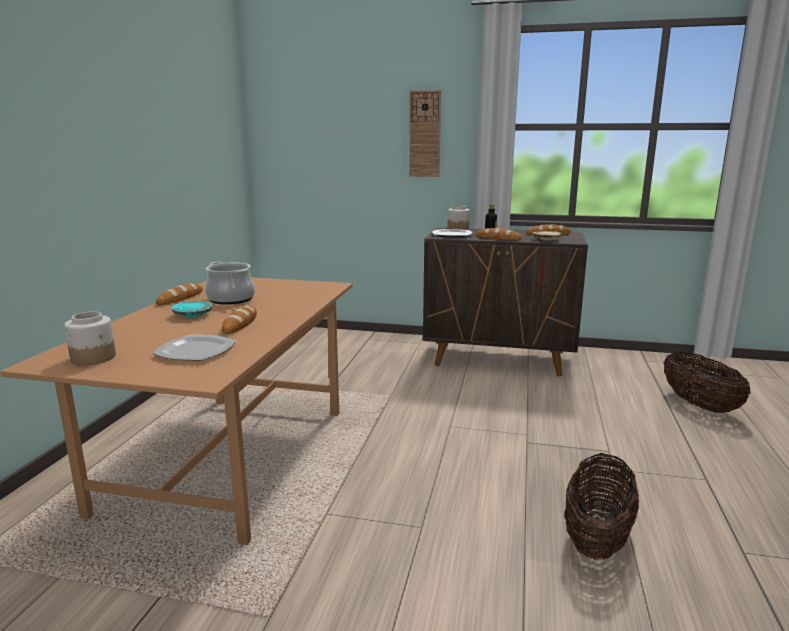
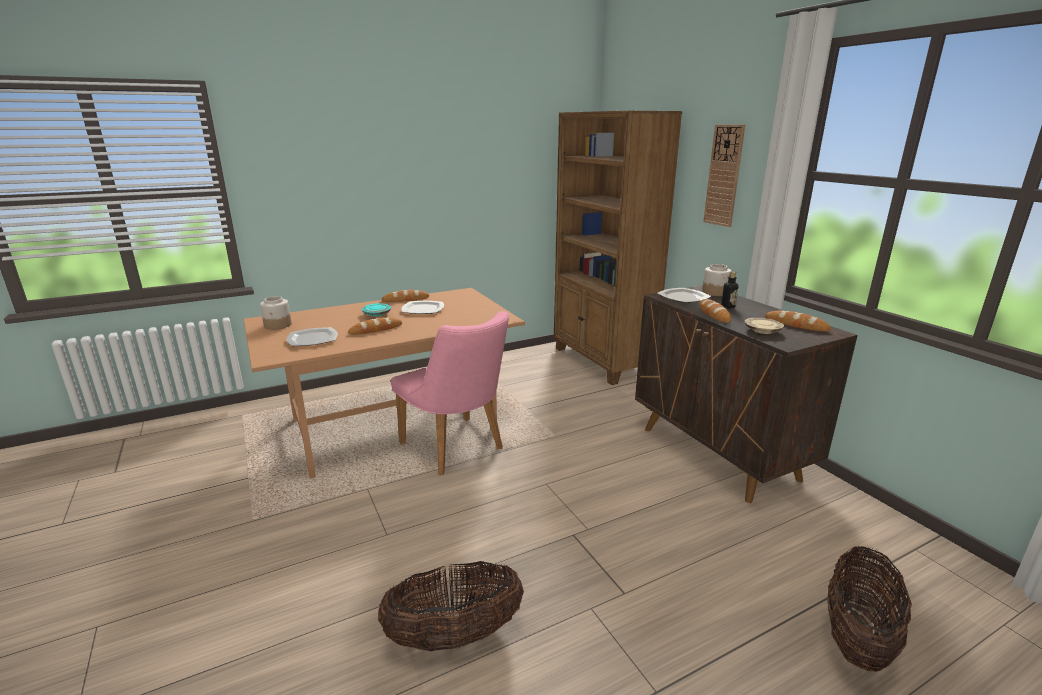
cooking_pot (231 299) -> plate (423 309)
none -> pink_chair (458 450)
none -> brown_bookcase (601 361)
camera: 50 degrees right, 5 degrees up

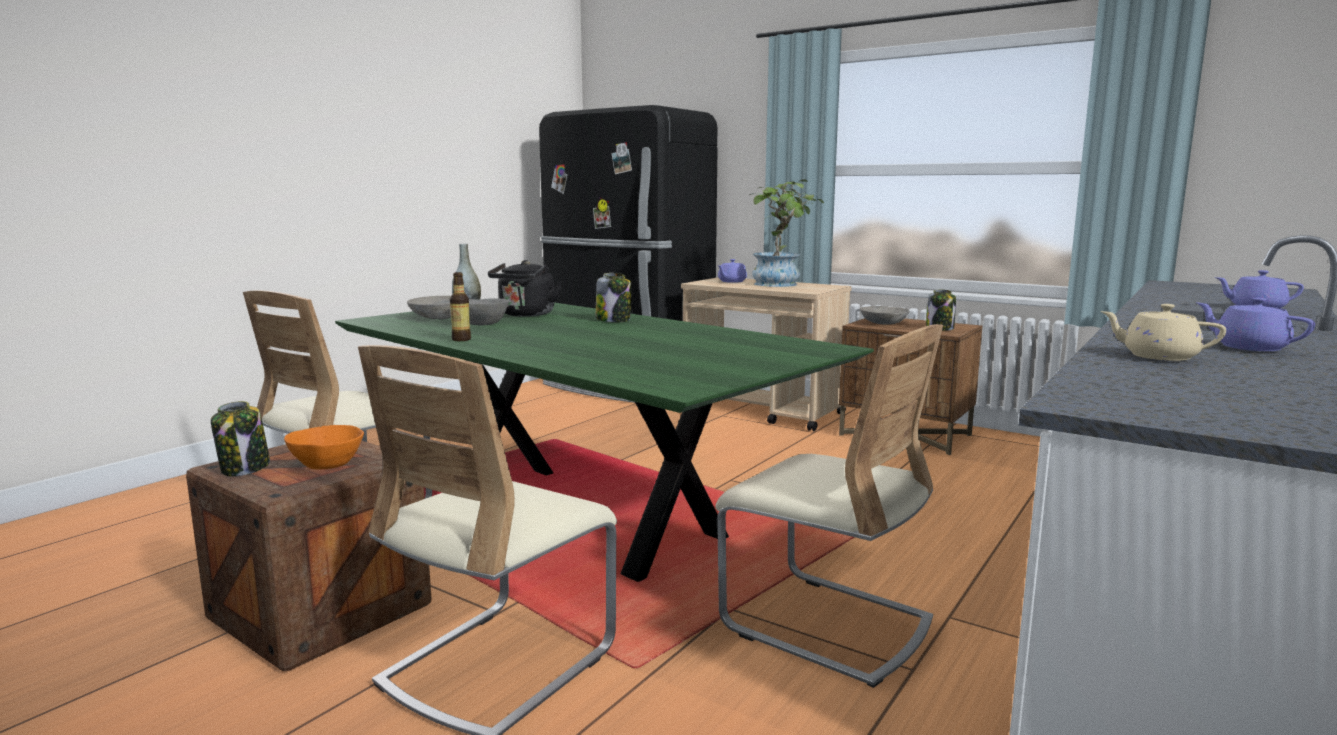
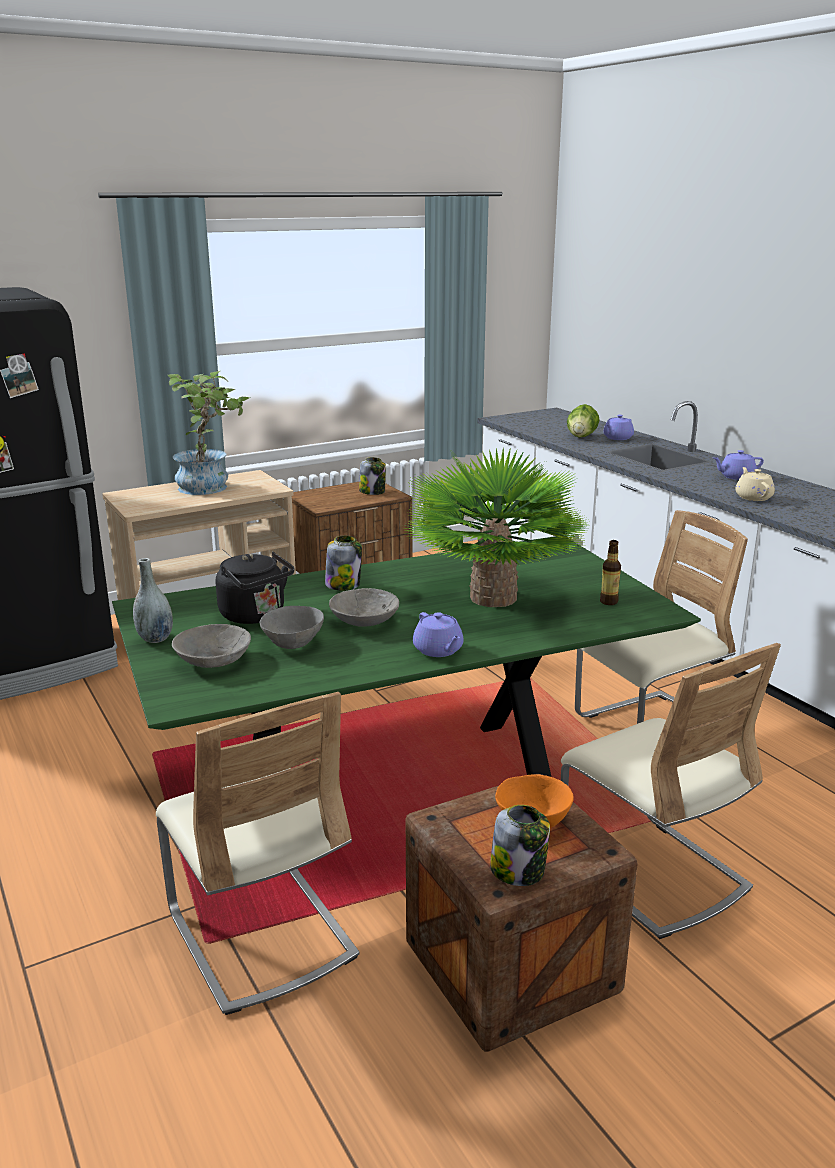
bottle (461 339) -> bottle (608 602), shifted
purple_teapot (731 281) -> purple_teapot (438 650), shifted
grey_bowl (883 323) -> grey_bowl (364 621), shifted
beige_teapot (1157 356) -> beige_teapot (753 497), 120 degrees clockwise
none -> potted_plant (493 598)
none -> lettuce (581 436)
camera: 65 degrees left, 10 degrees up

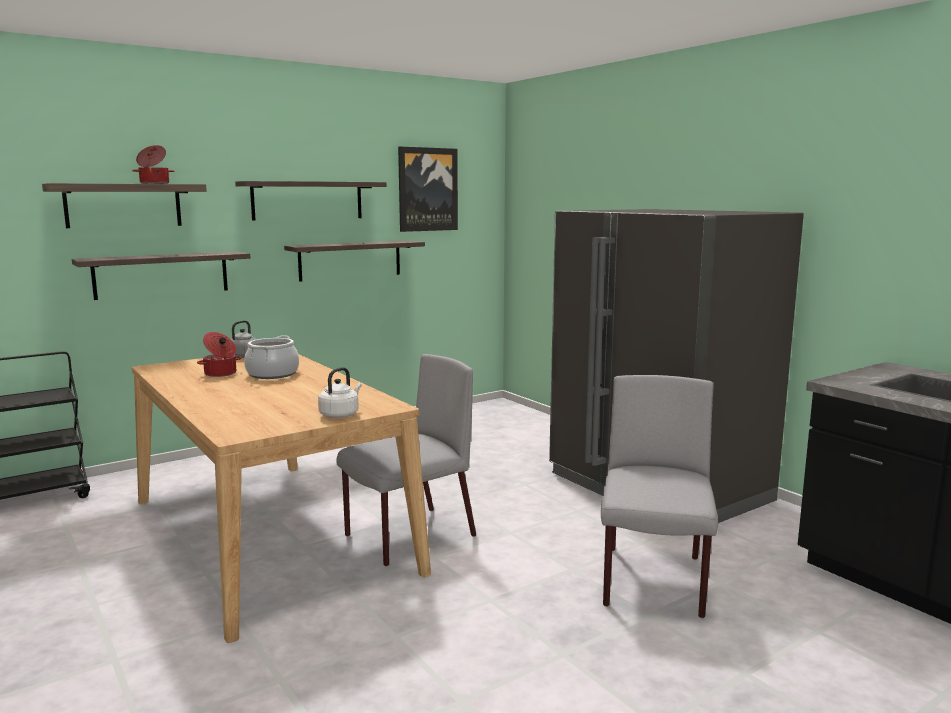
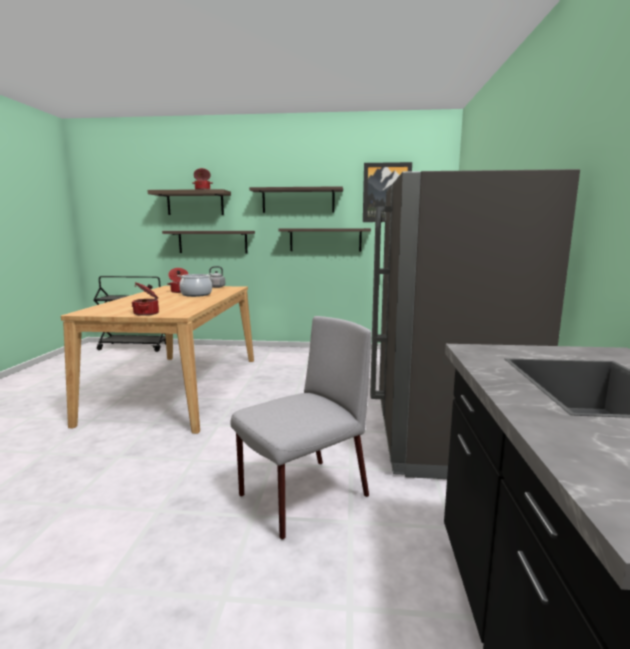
white_kettle (340 415) -> cooking_pot (147 313)
grey_chair (408 536) -> none
camera: 40 degrees right, 0 degrees up

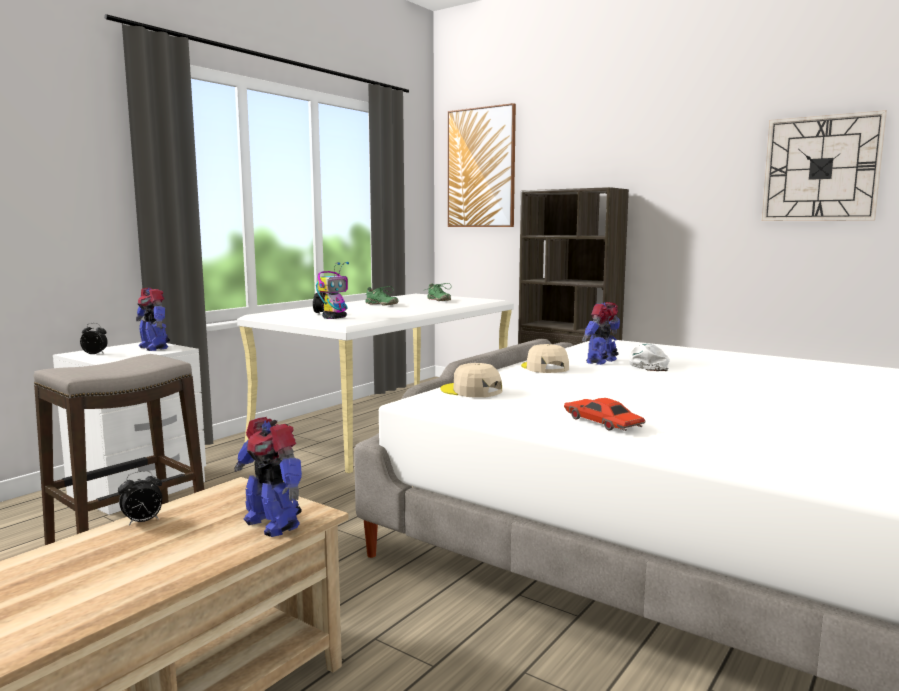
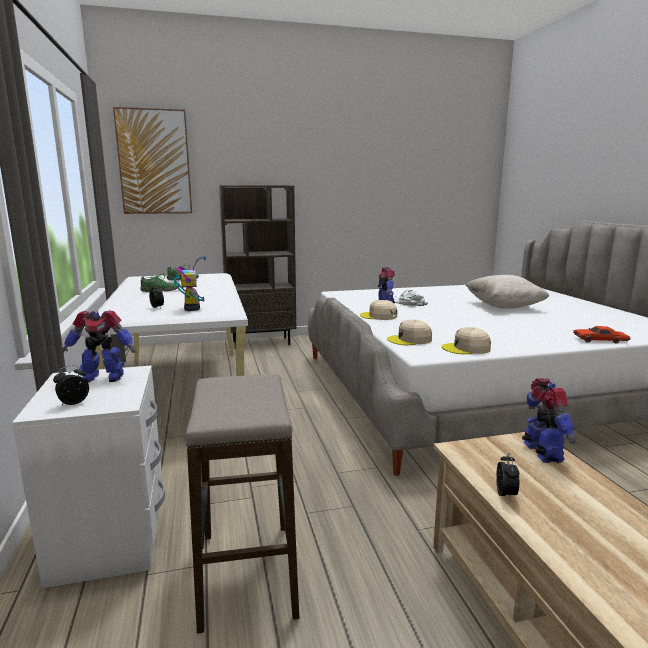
toy_robot (272 523) -> toy_robot (542 453), 90 degrees counterclockwise
red_toy_car (603 423) -> red_toy_car (600 340), shifted
wall_clock (821 169) -> none
none -> beige_cap (466 348)
none -> beige_pillow (504 306)
camera: 50 degrees left, 5 degrees up

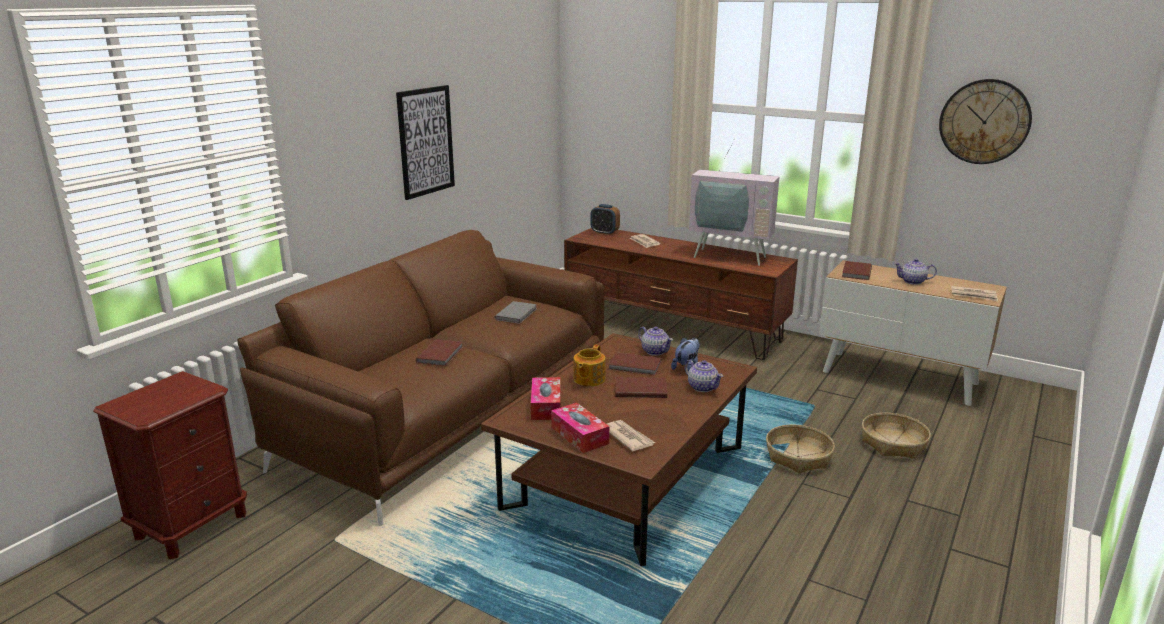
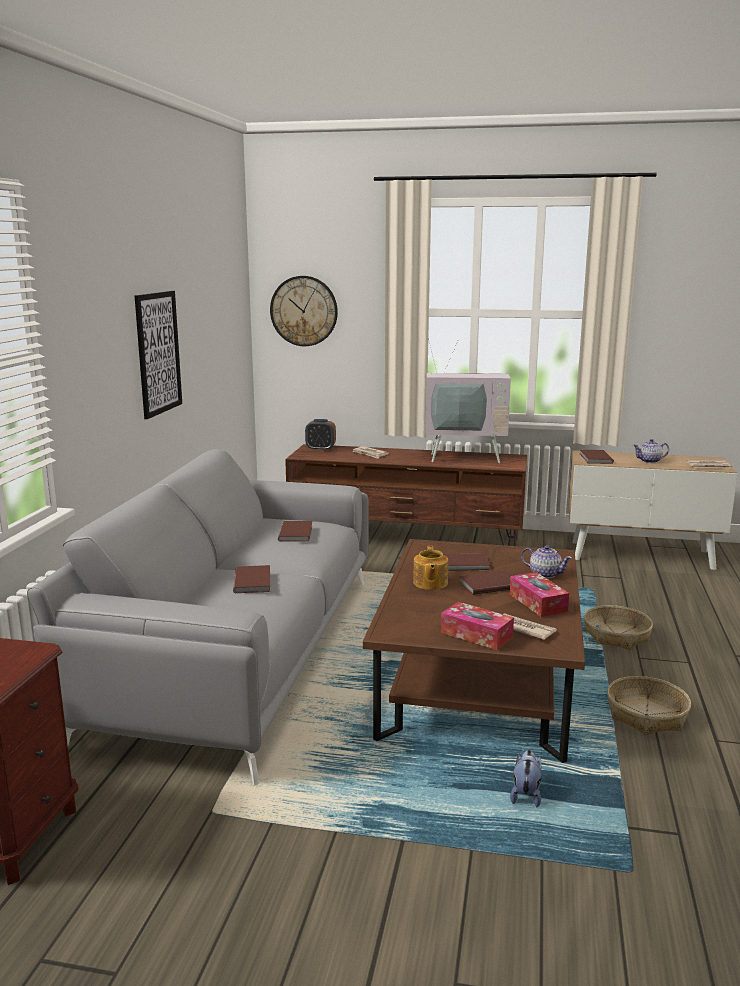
brown_sofa (448 411) -> grey_sofa (237 653)
grey_book (517 314) -> brown_book (297 533)
tissue_box (546 406) -> tissue_box (538 603), shifted
teapot (655 351) -> none
plush_toy (686 368) -> plush_toy (526 794), shifted
basket (893 444) -> basket (647 715), shifted
wall_clock (984 121) -> wall_clock (304 311), shifted
camera: 20 degrees left, 5 degrees down

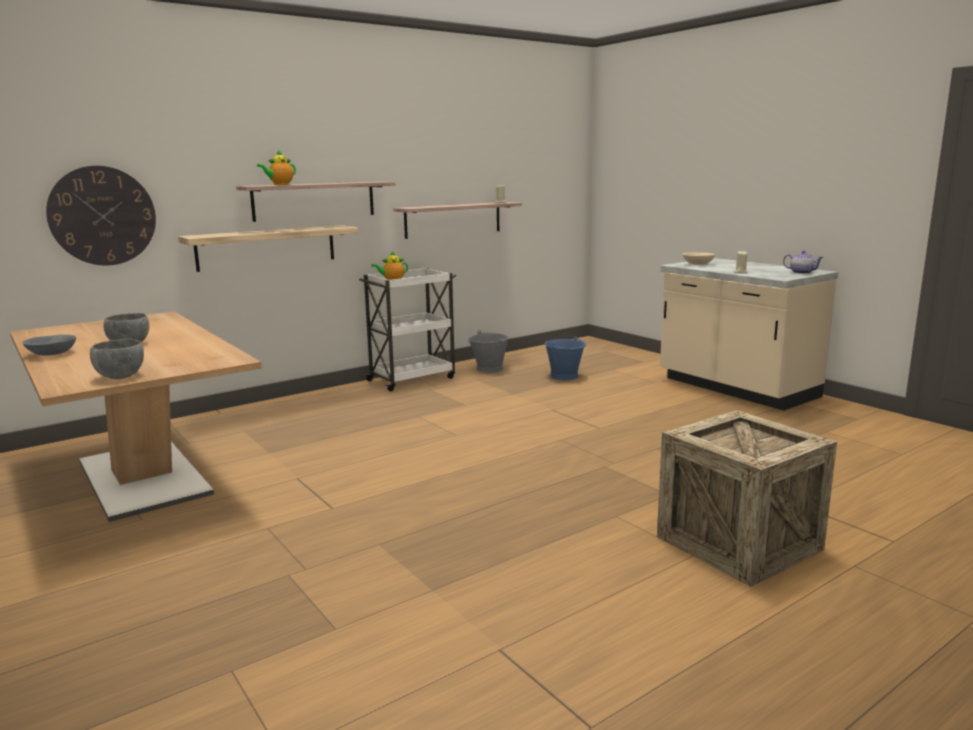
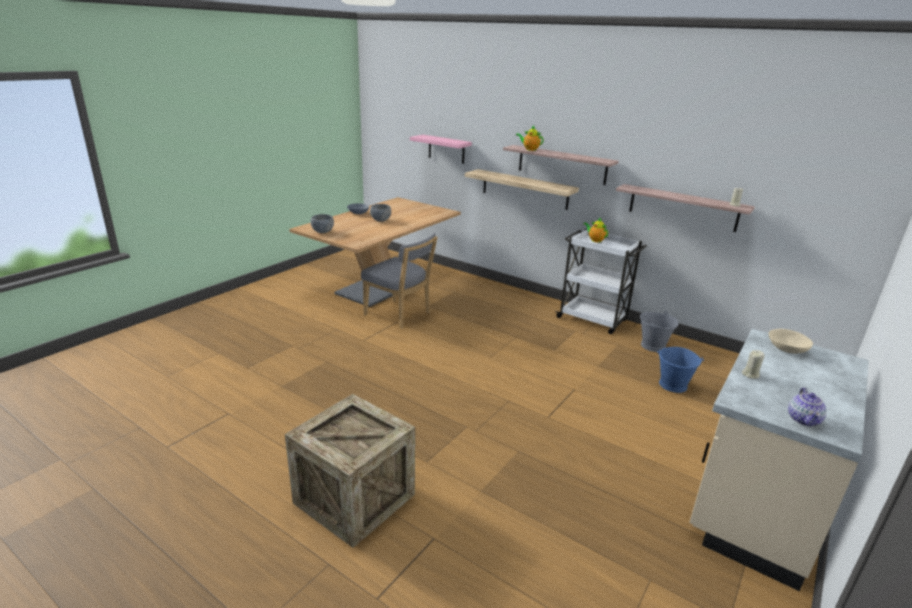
wall_clock (102 216) -> pink_shelf (446 149)
none -> grey_chair (399 315)
camera: 70 degrees right, 10 degrees up

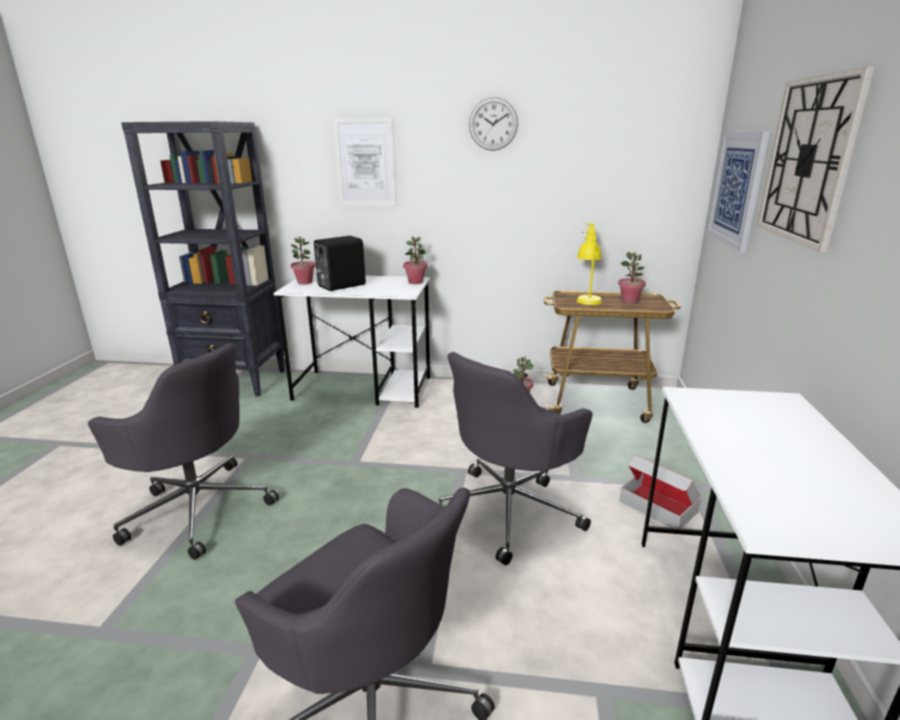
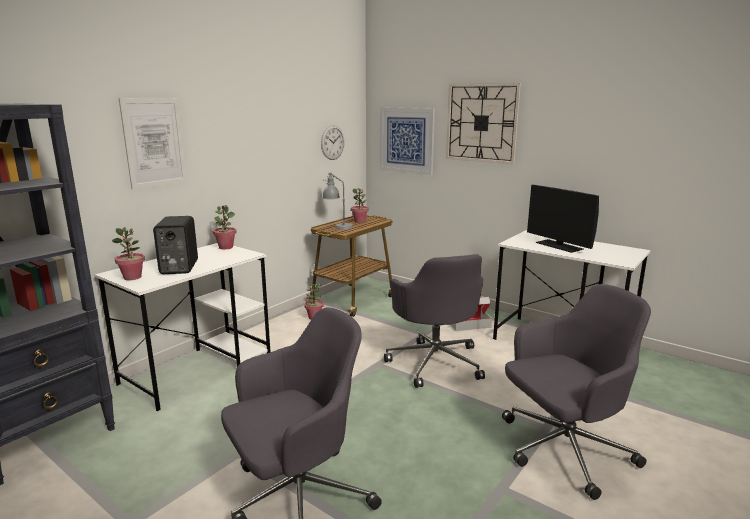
wall_clock (493 124) -> wall_clock (332 142), shifted
yellow_table_lamp (586 298) -> grey_table_lamp (337 226)
none -> monitor (559 246)
camera: 60 degrees left, 5 degrees down

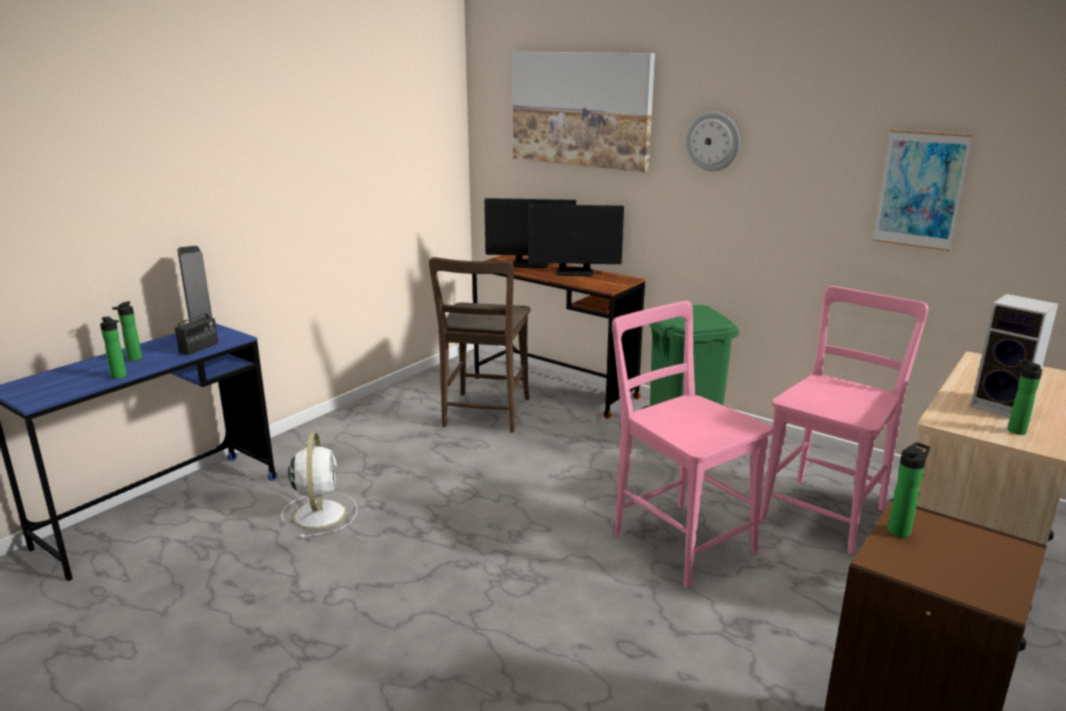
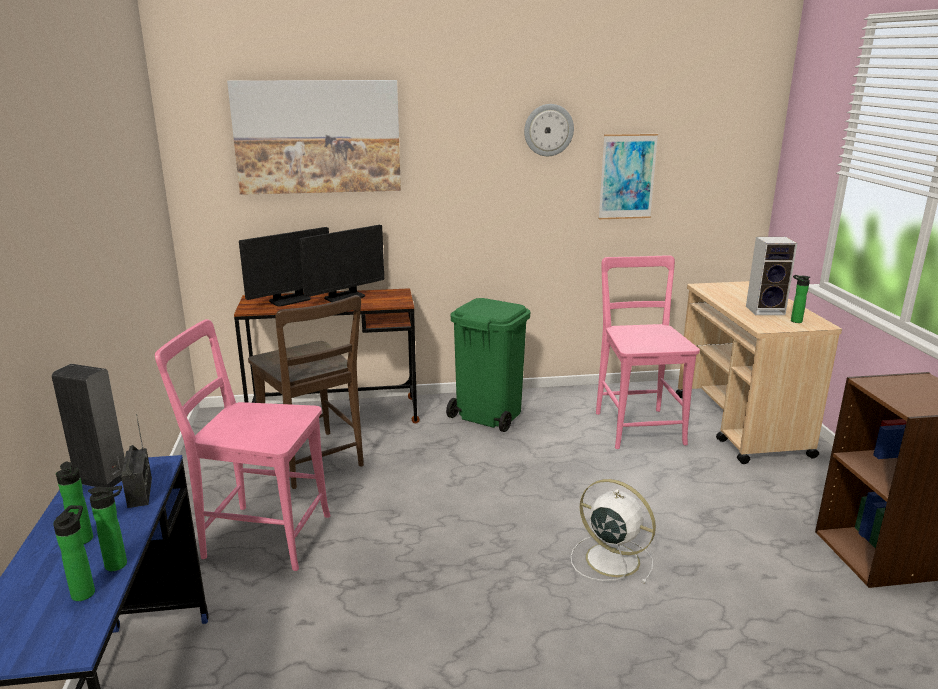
white_fan (320 513) -> white_fan (610 559), shifted
pink_chair (678 539) -> pink_chair (260 535), shifted
wall_clock (713 141) -> wall_clock (548 130), shifted
bottle (900 530) -> bottle (85 591), shifted
camera: 45 degrees left, 0 degrees up

